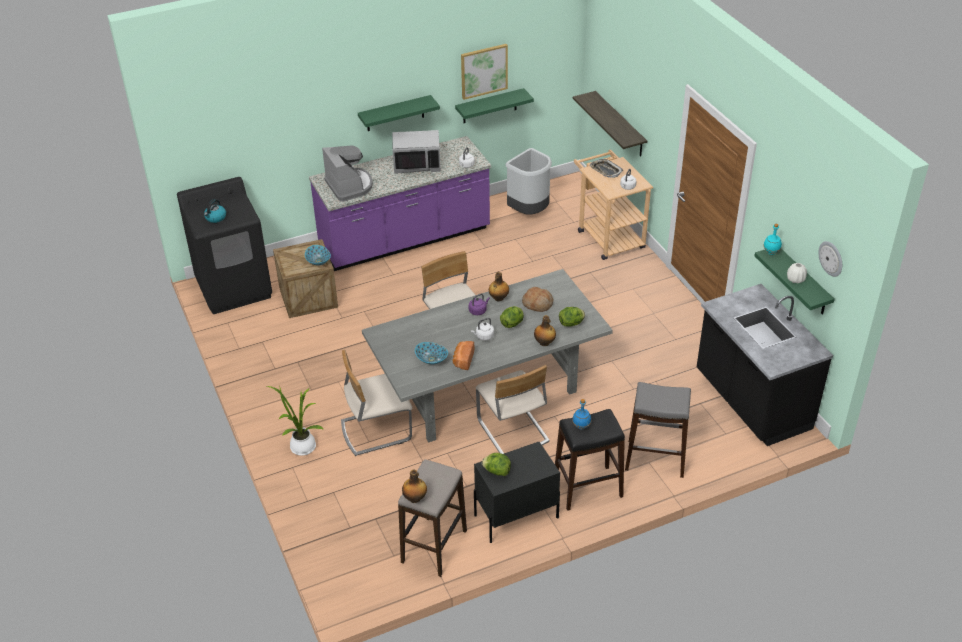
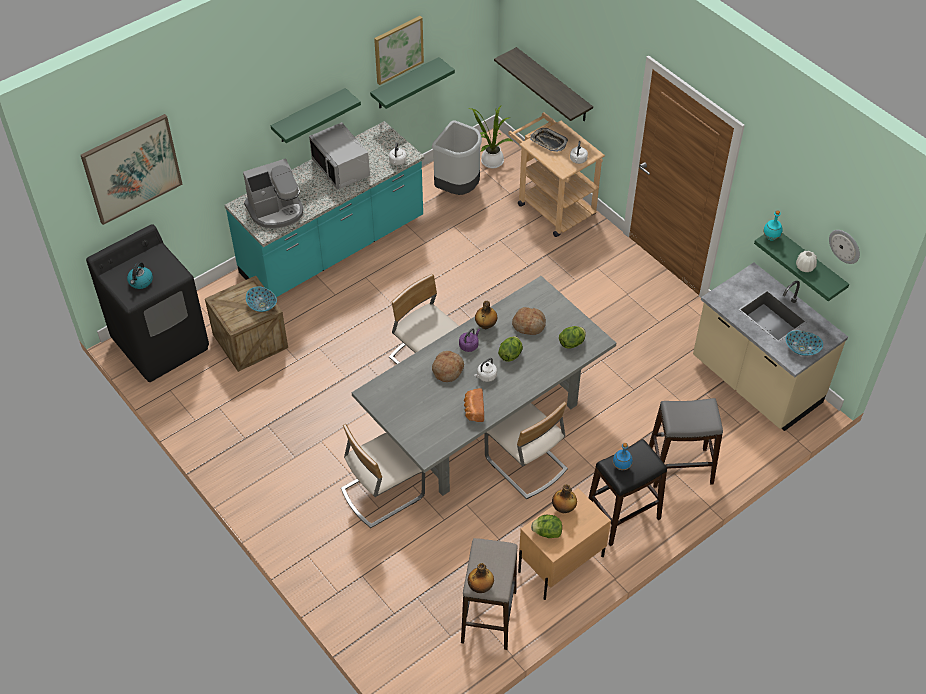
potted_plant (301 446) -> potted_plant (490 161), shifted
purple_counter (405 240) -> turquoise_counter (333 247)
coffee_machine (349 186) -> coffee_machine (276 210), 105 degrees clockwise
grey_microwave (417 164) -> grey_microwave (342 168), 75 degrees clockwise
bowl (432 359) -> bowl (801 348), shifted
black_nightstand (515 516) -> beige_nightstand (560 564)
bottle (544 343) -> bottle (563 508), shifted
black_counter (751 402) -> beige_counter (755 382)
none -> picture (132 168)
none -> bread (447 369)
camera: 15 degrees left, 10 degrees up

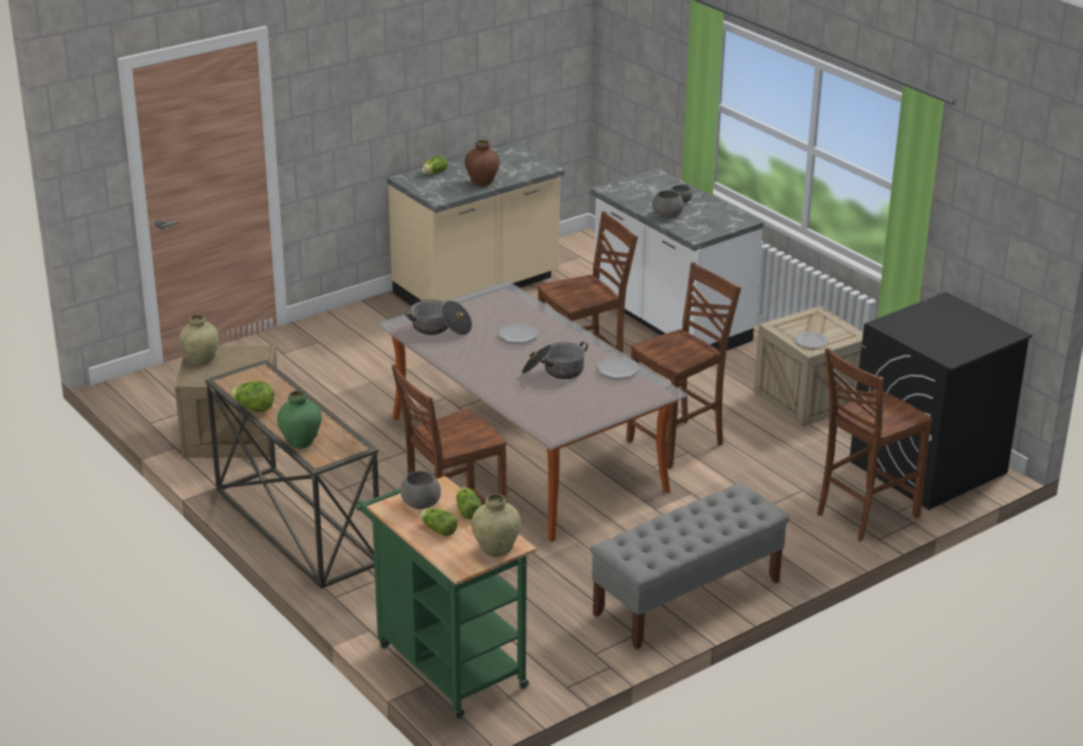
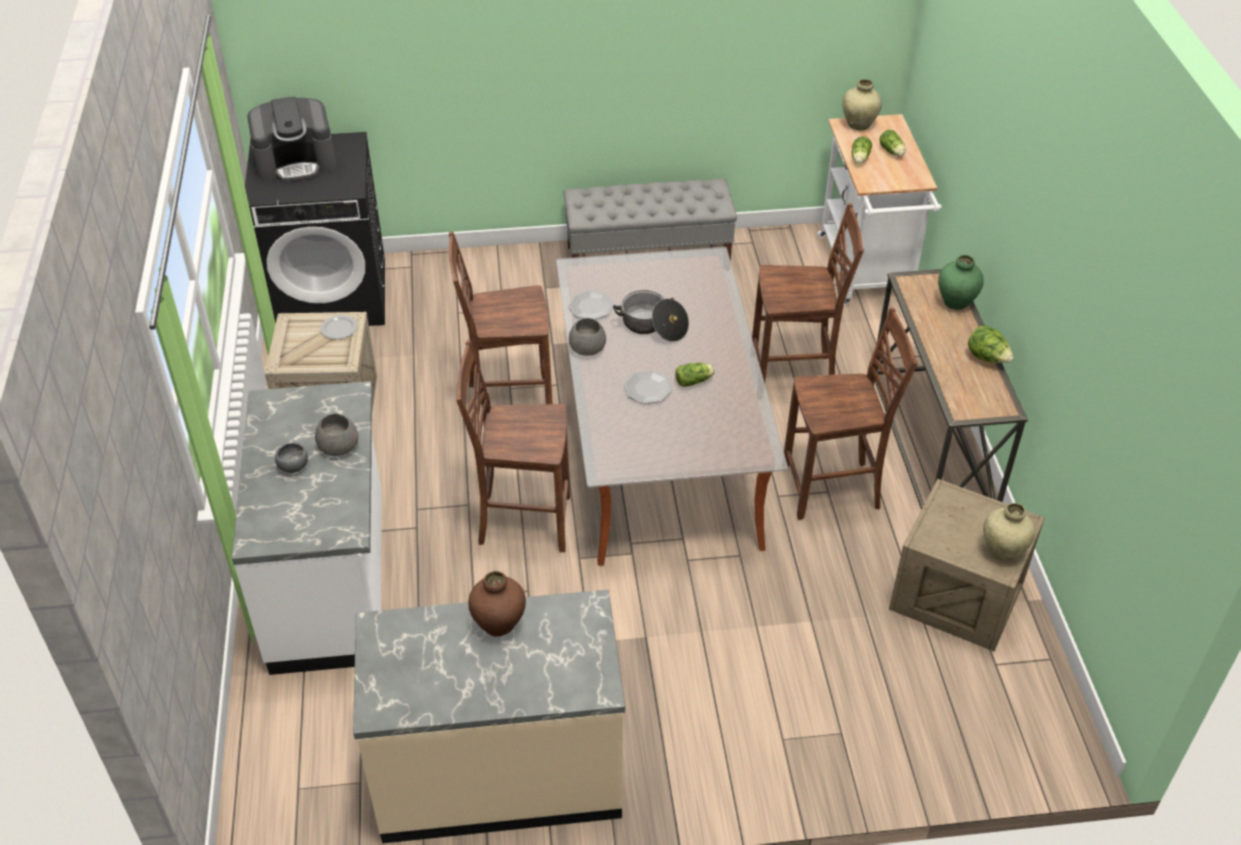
green_cart (445 662) -> white_cart (866 273)
grey_bowl (421 503) -> grey_bowl (587 347), shifted
cooking_pot (440 328) -> none
lettuce (433 173) -> lettuce (695 381), shifted
brown_chair (864 515) -> brown_chair (833 490), shifted
none -> coffee_machine (296 162)
camera: 150 degrees left, 15 degrees up

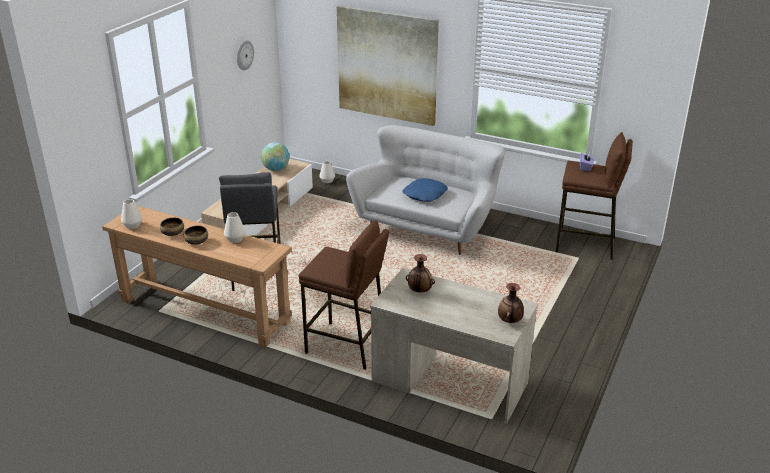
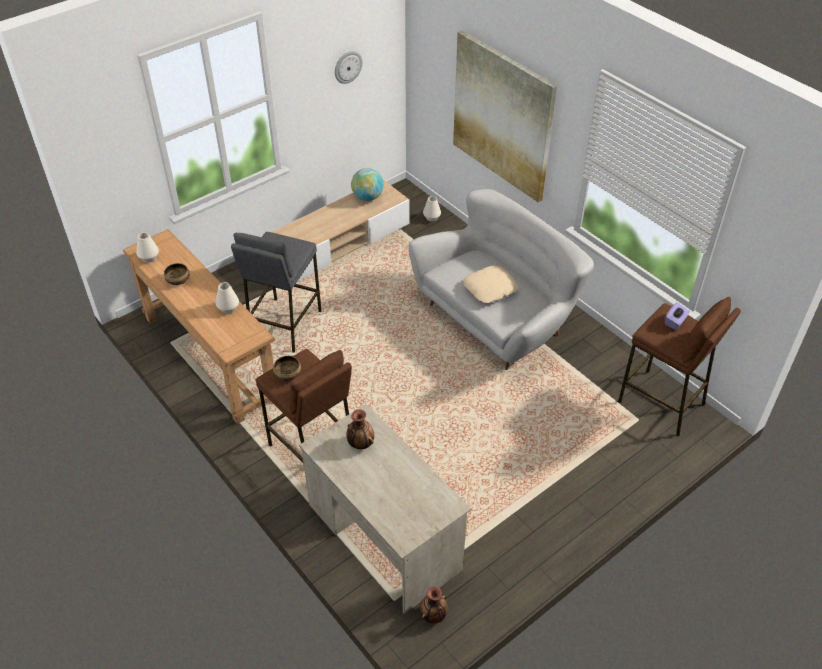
bowl (197 241) -> bowl (288 374), shifted
blue_pillow (425 194) -> beige_pillow (490 288)
vase (510 321) -> vase (433 615), shifted
camera: 25 degrees right, 15 degrees up

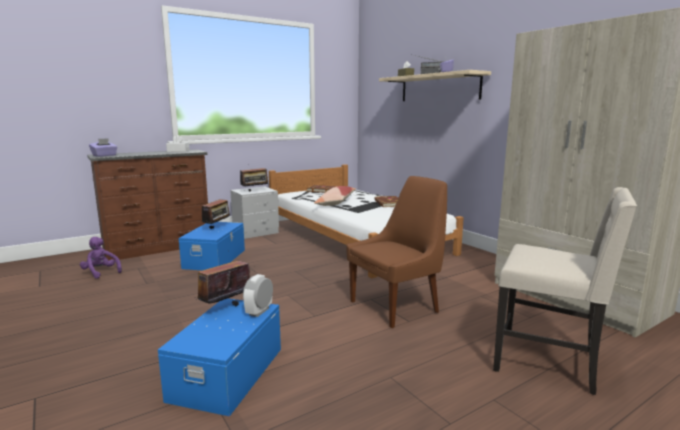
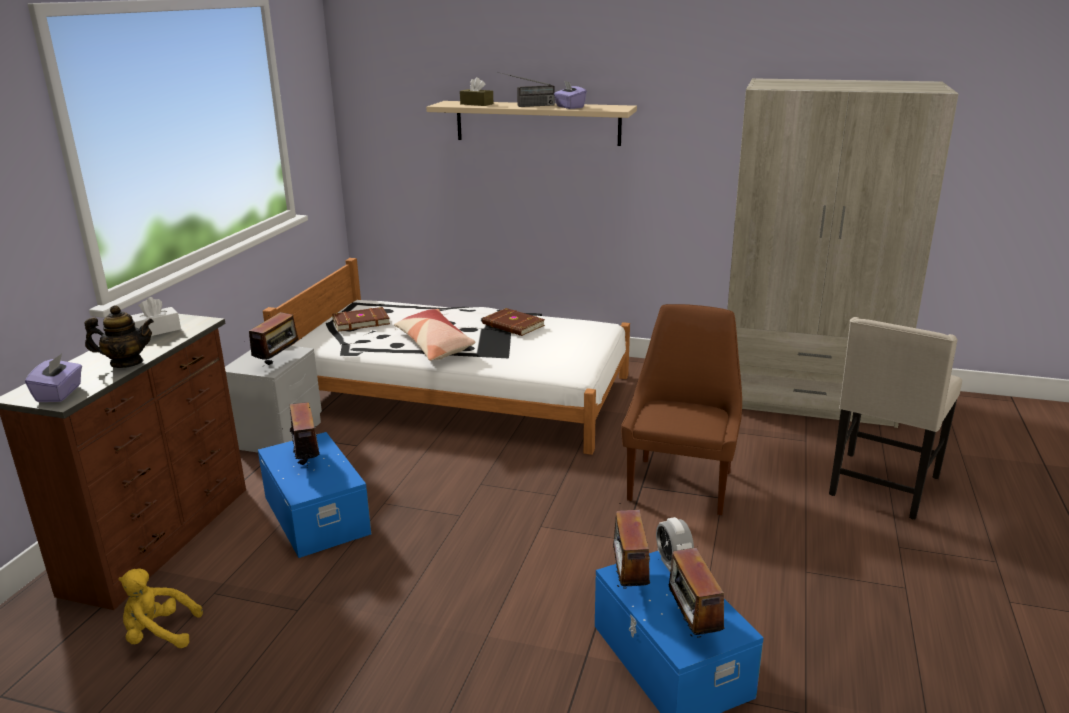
purple_plush_toy (101 272) -> yellow_plush_toy (159 634)
beige_chair (548 362) -> beige_chair (881 487), 135 degrees clockwise
none -> teapot (126 363)
none -> radio (692 626)
camera: 40 degrees left, 10 degrees up

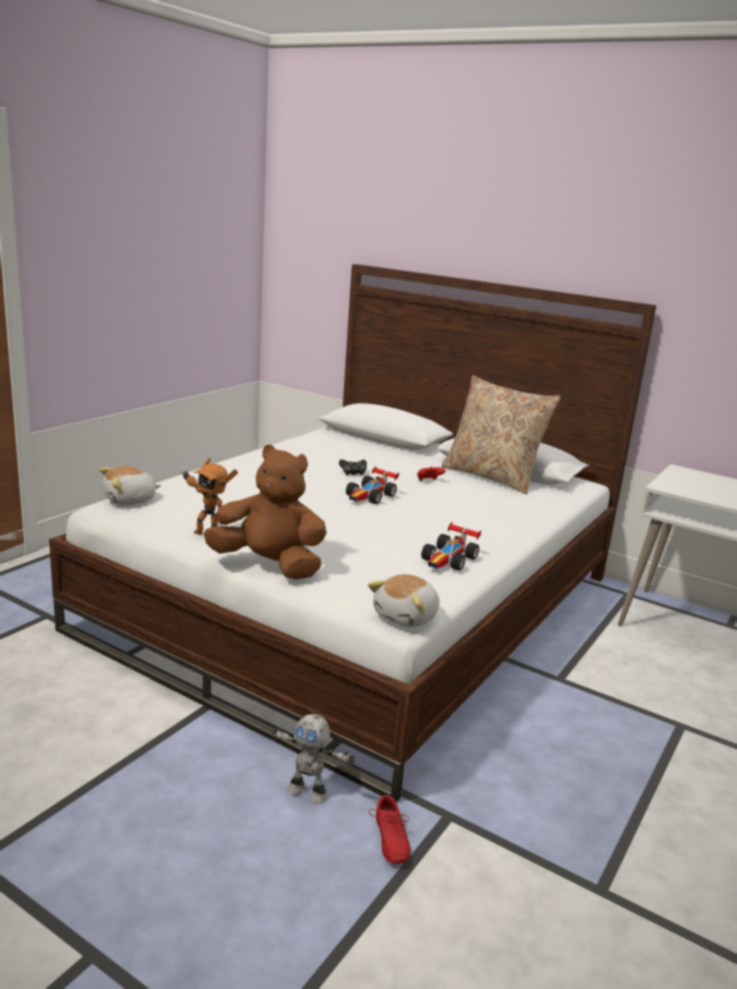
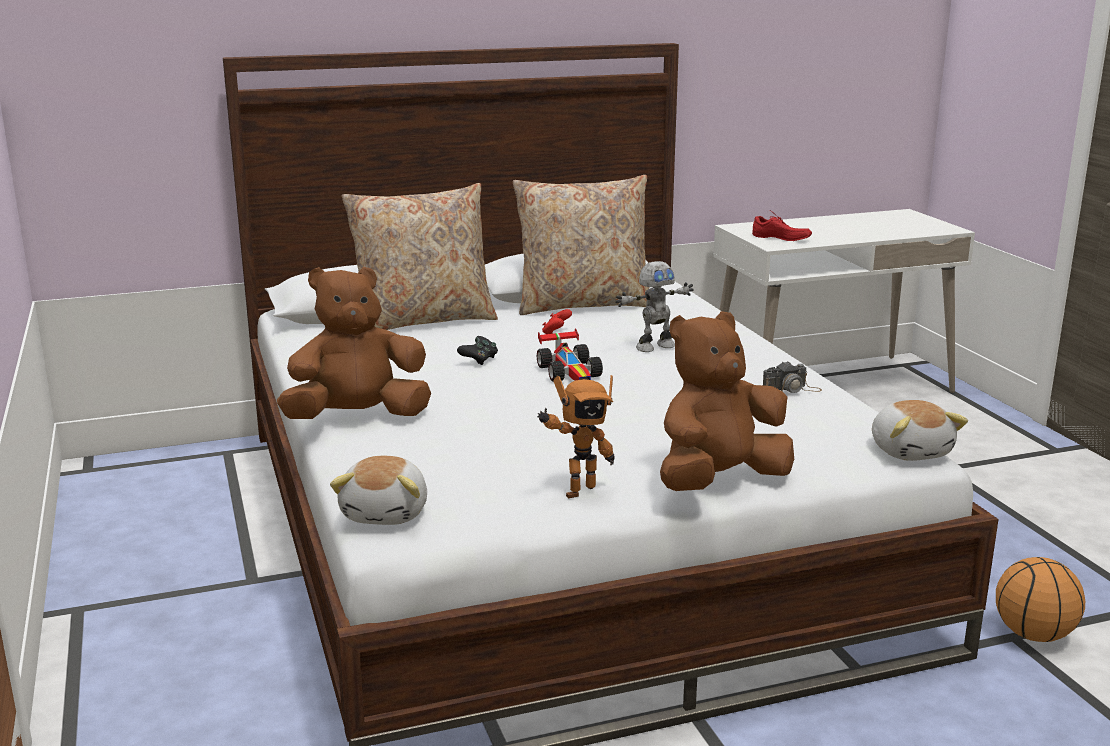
toy_robot (308 792) -> toy_robot (654 346), shifted
red_shoe (388 840) -> red_shoe (780 238), shifted
toy_car (450 559) -> photo_camera (791 389)
none -> brown_plush_toy (357 417)
none -> beige_pillow (423 321)
none -> basketball (1035 635)
camera: 50 degrees left, 0 degrees up

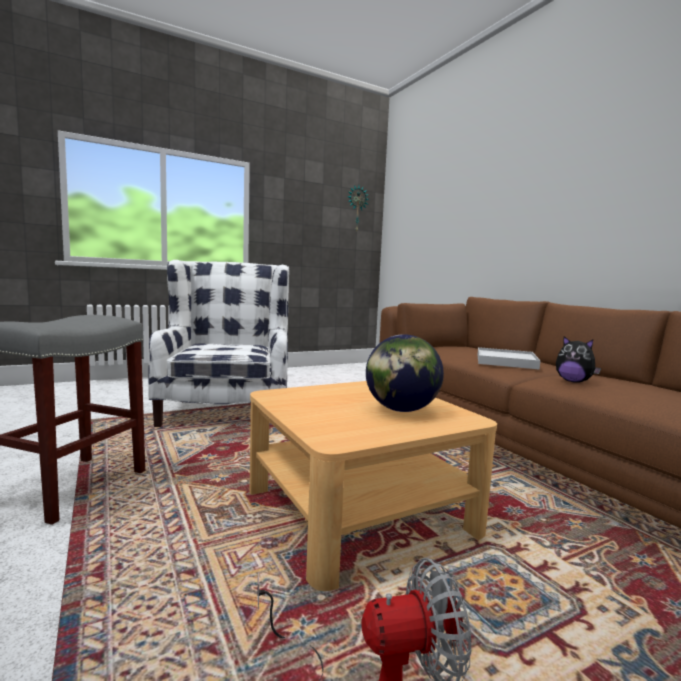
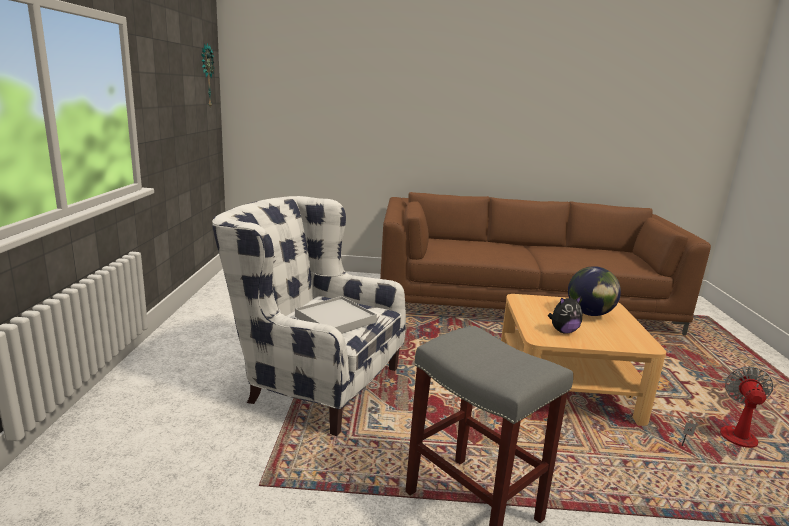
white_tray (506 361) -> white_tray (335 319), shifted
plush_toy (573 381) -> plush_toy (563 331), shifted
camera: 60 degrees left, 10 degrees up

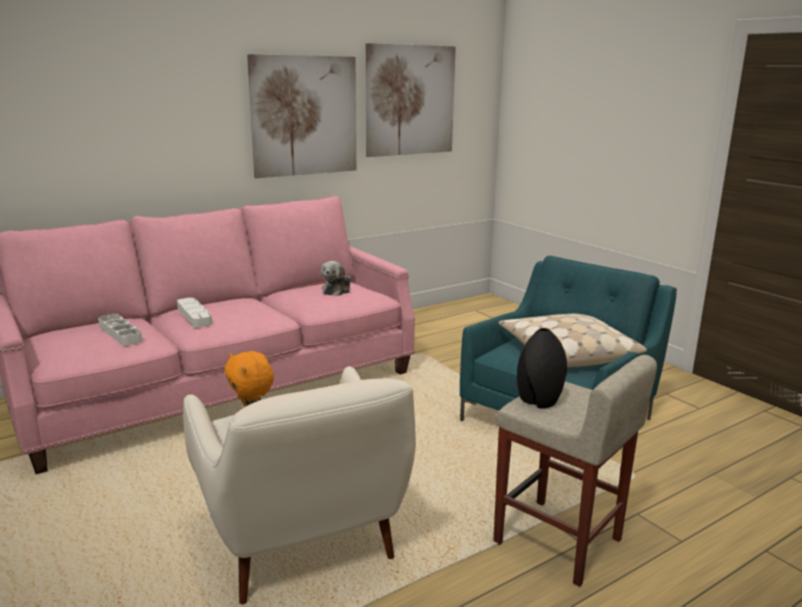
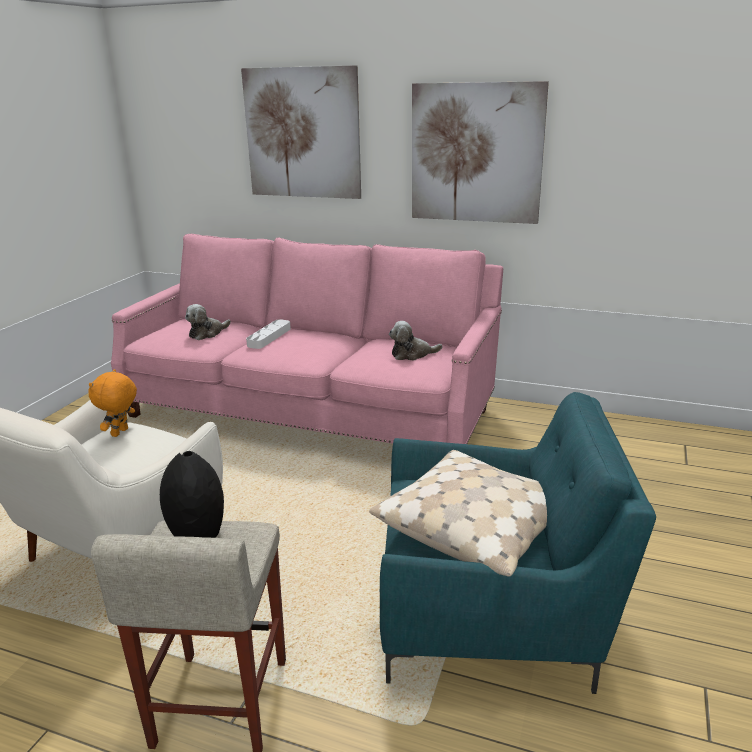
white_tray (120 333) -> plush_toy (207 333)
picture (410 100) -> picture (302 133), shifted
camera: 55 degrees right, 5 degrees up

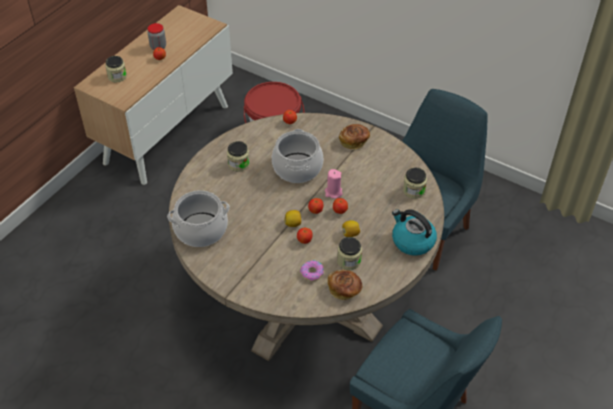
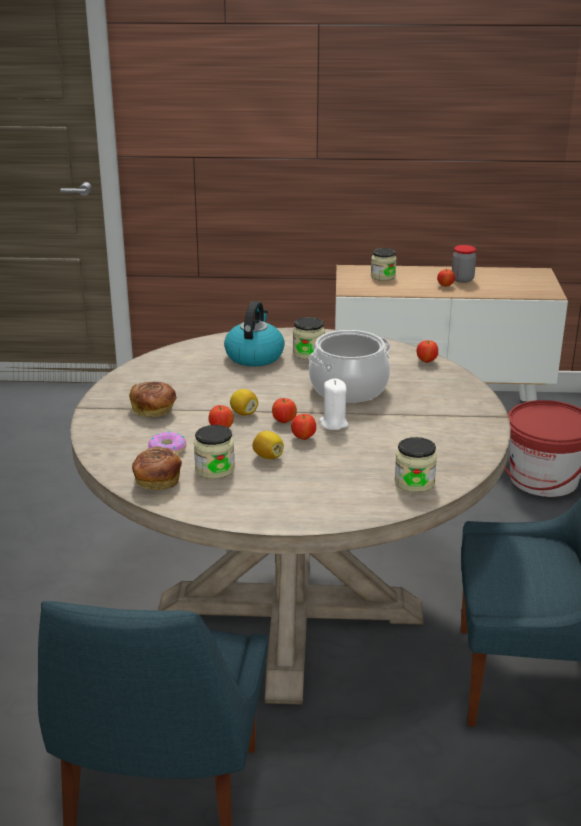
cooking_pot (201 229) -> none
pink_candle (333 192) -> white_candle (333 423)
bread (354 141) -> bread (154 410), shifted
kettle (412 241) -> kettle (254 356), shifted
camera: 60 degrees right, 20 degrees down

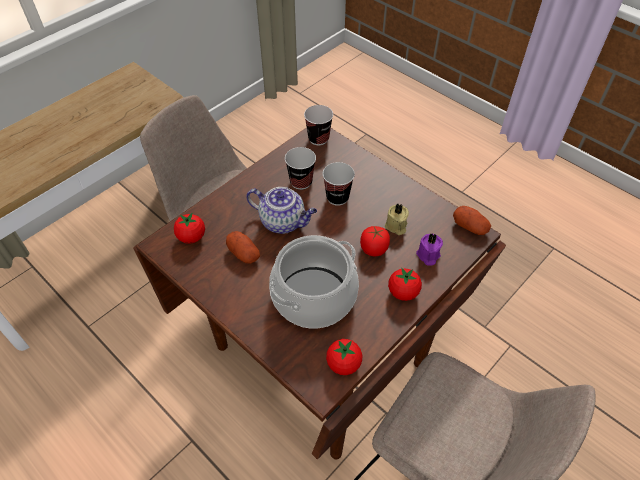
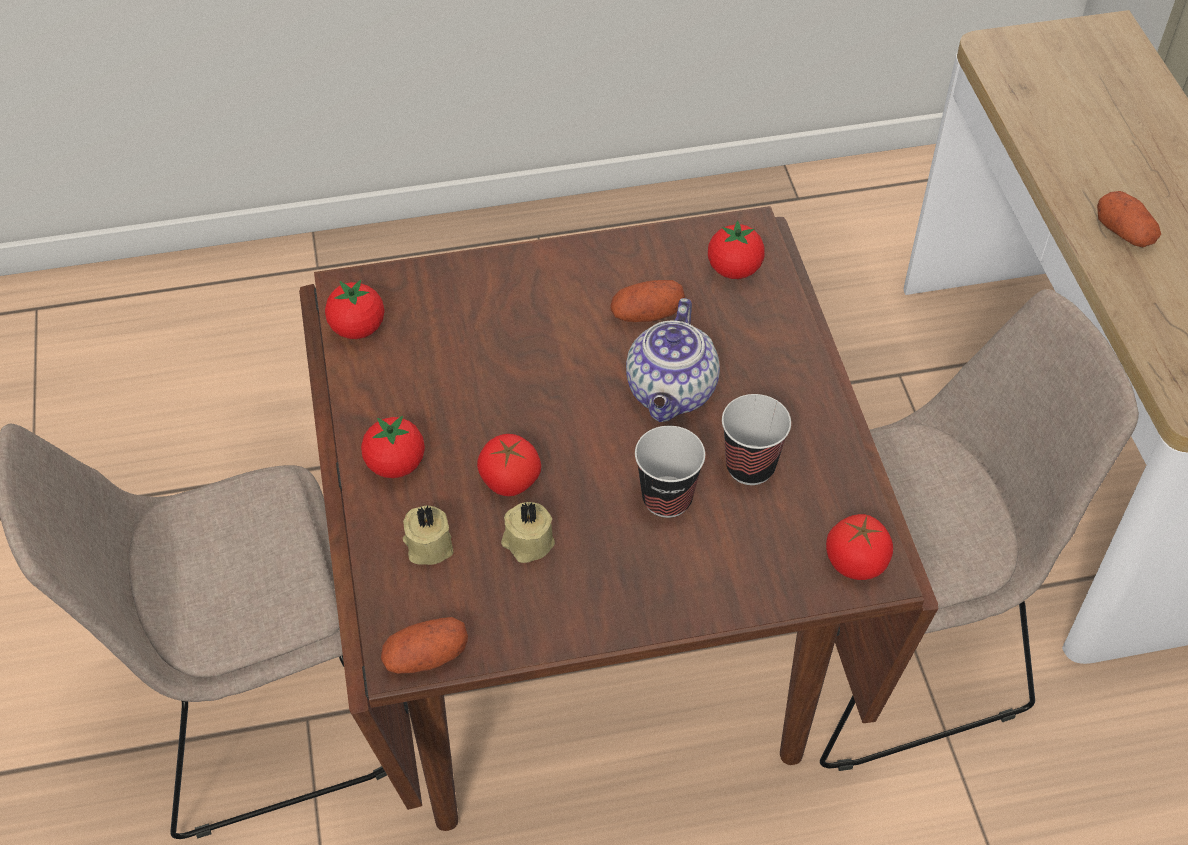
teapot (283 222) -> teapot (672 393), 45 degrees counterclockwise
cooking_pot (313 296) -> none
cup (318 138) -> tomato (856 562)
purple_candle (428 255) -> beige_candle (428 545)
none -> potato (1124 232)
camera: 125 degrees right, 0 degrees up

